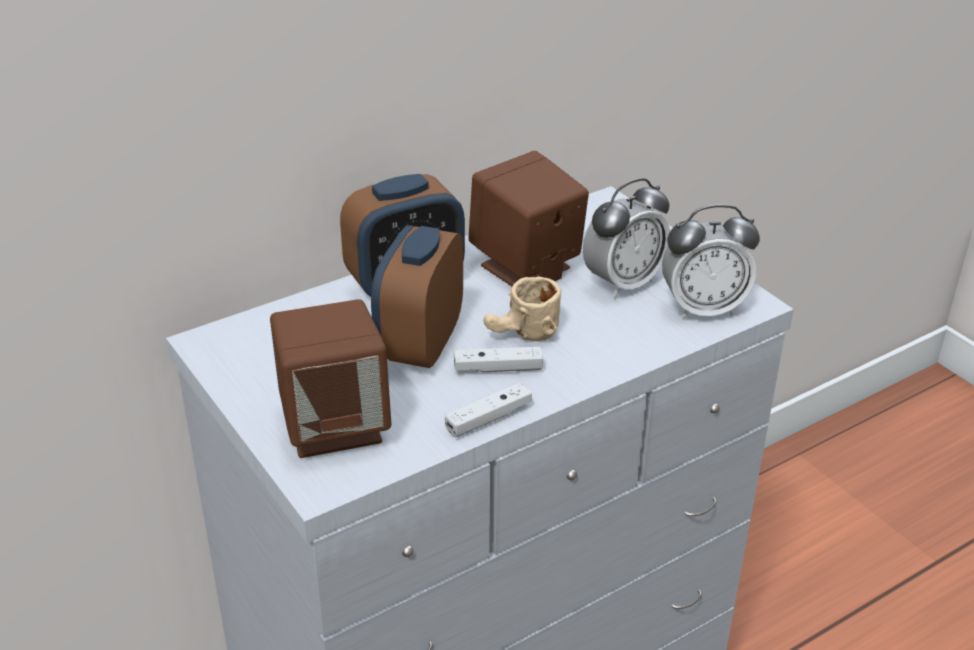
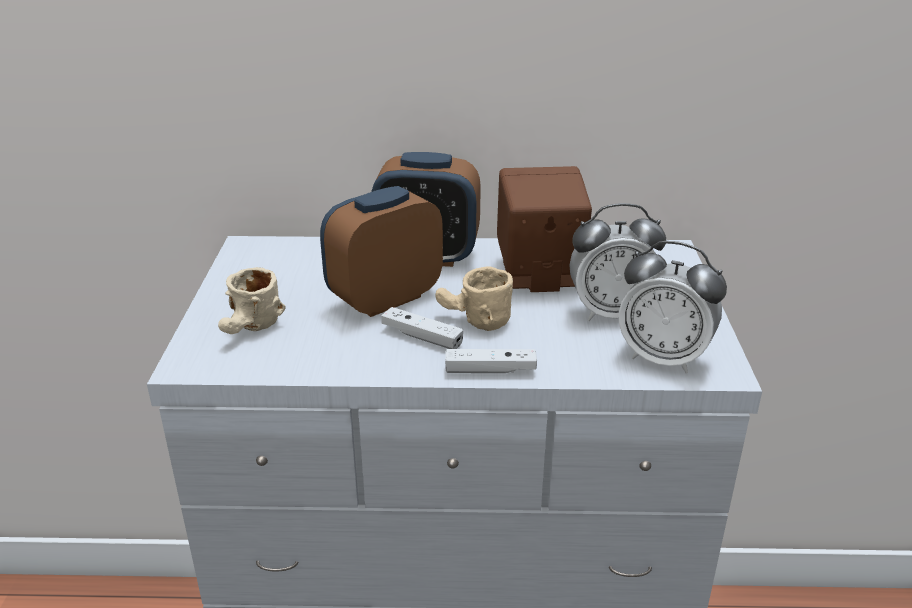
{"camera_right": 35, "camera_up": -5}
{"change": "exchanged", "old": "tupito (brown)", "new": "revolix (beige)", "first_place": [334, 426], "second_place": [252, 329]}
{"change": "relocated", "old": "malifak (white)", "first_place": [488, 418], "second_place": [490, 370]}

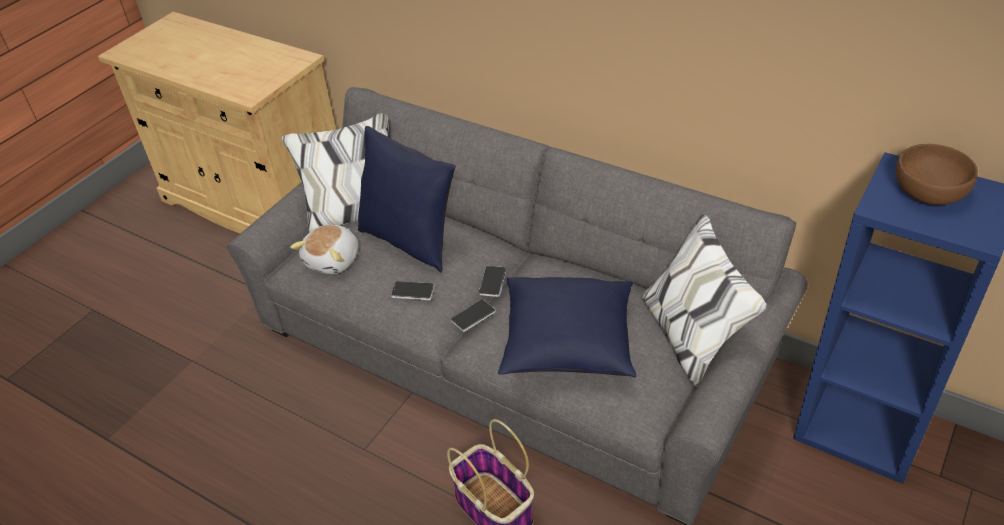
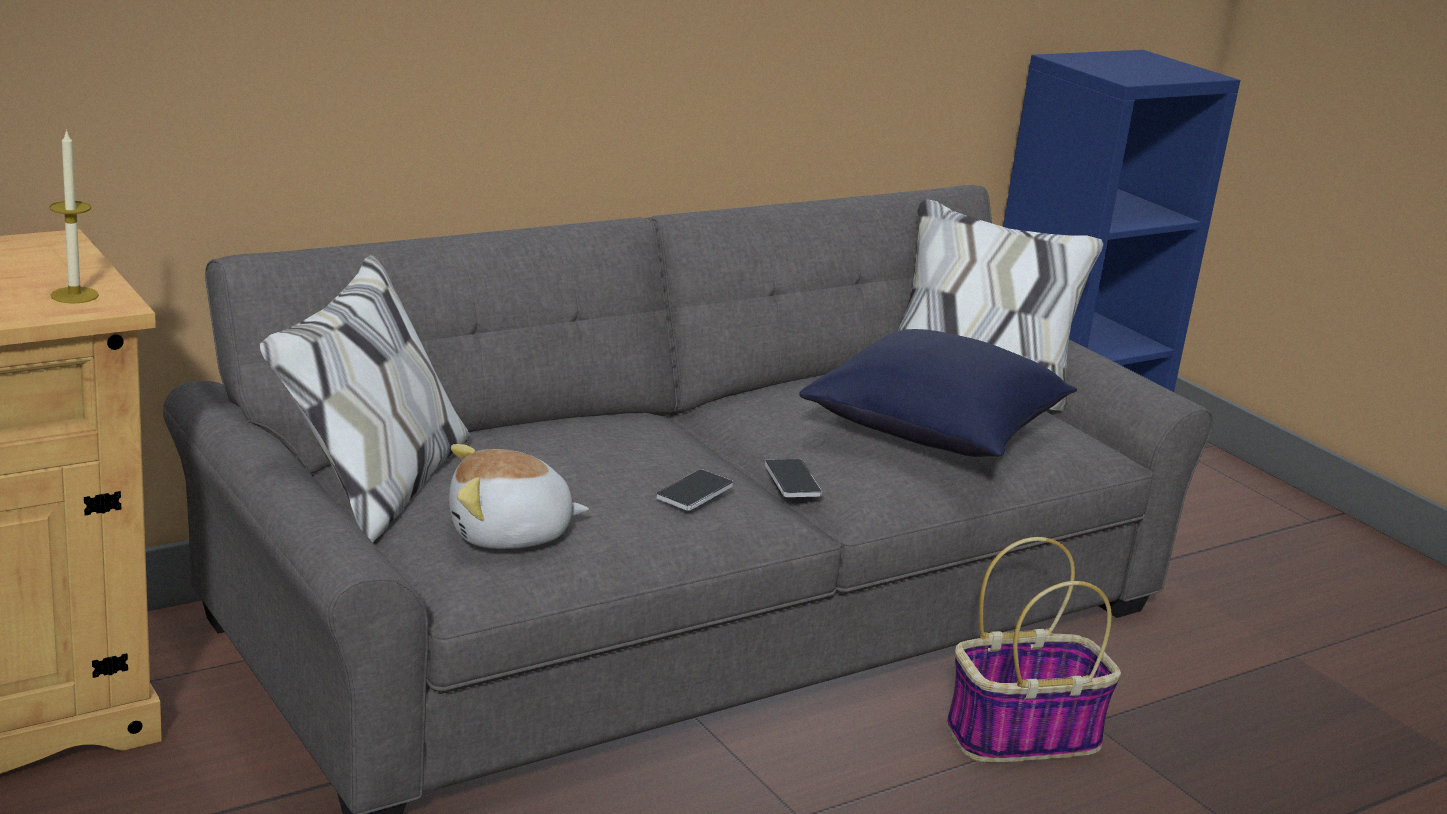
{"camera_right": -70, "camera_up": -20}
{"change": "spun", "old": "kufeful", "first_place": [334, 260], "second_place": [509, 534], "degrees": 120}
{"change": "missing", "old": "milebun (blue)", "first_place": [410, 240]}
{"change": "missing", "old": "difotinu", "first_place": [492, 282]}
{"change": "missing", "old": "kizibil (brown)", "first_place": [929, 192]}
{"change": "appeared", "new": "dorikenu", "second_place": [74, 295]}

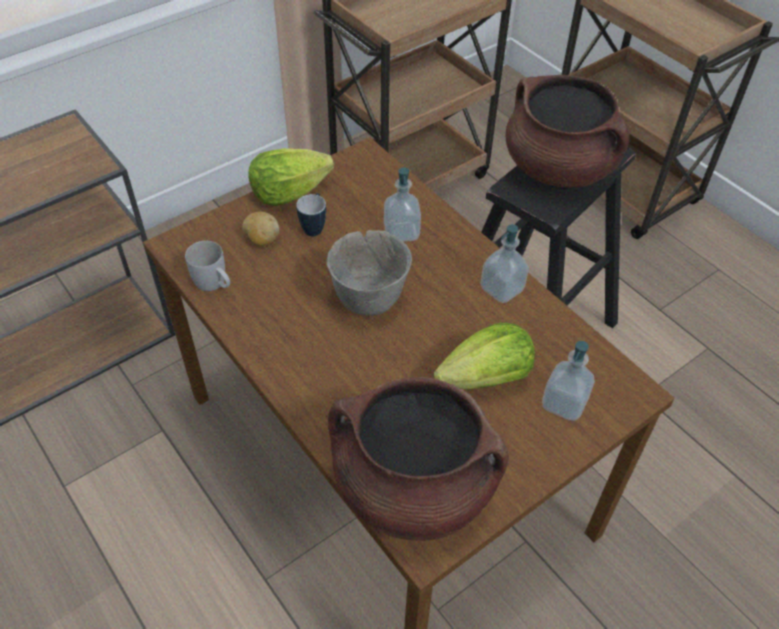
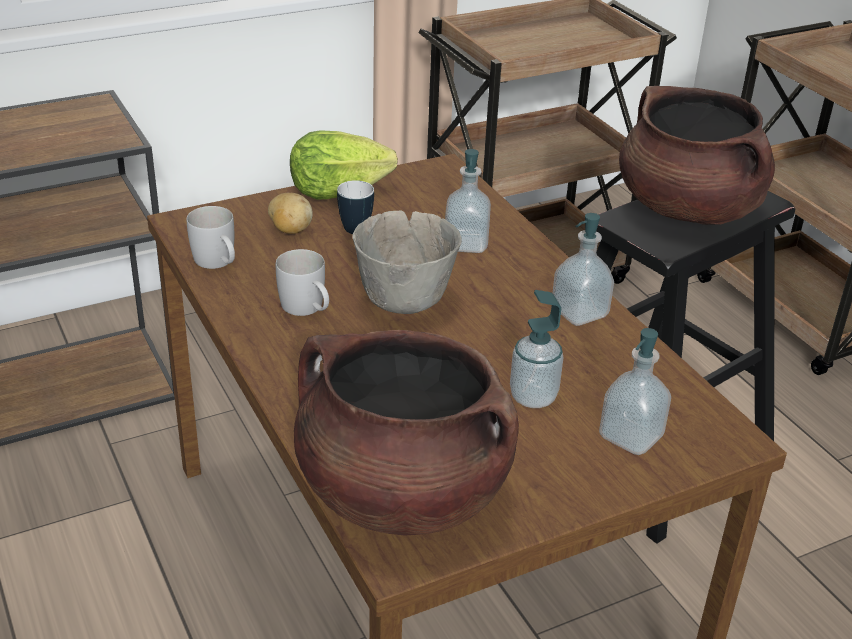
{"camera_right": 10, "camera_up": -15}
{"change": "exchanged", "old": "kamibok", "new": "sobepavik", "first_place": [486, 378], "second_place": [533, 397]}
{"change": "appeared", "new": "revolix (white)", "second_place": [307, 309]}

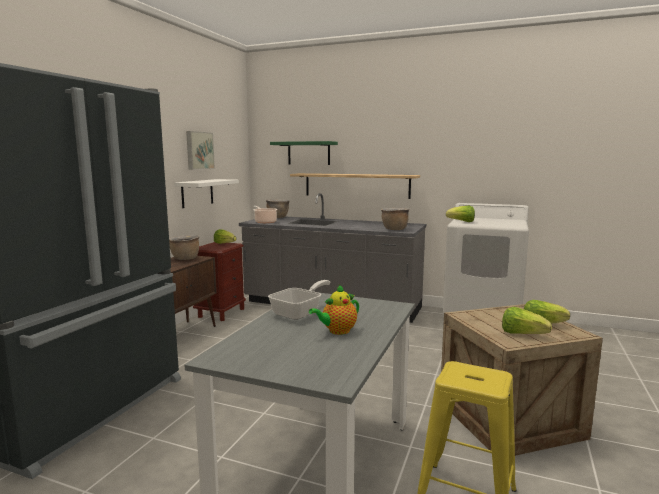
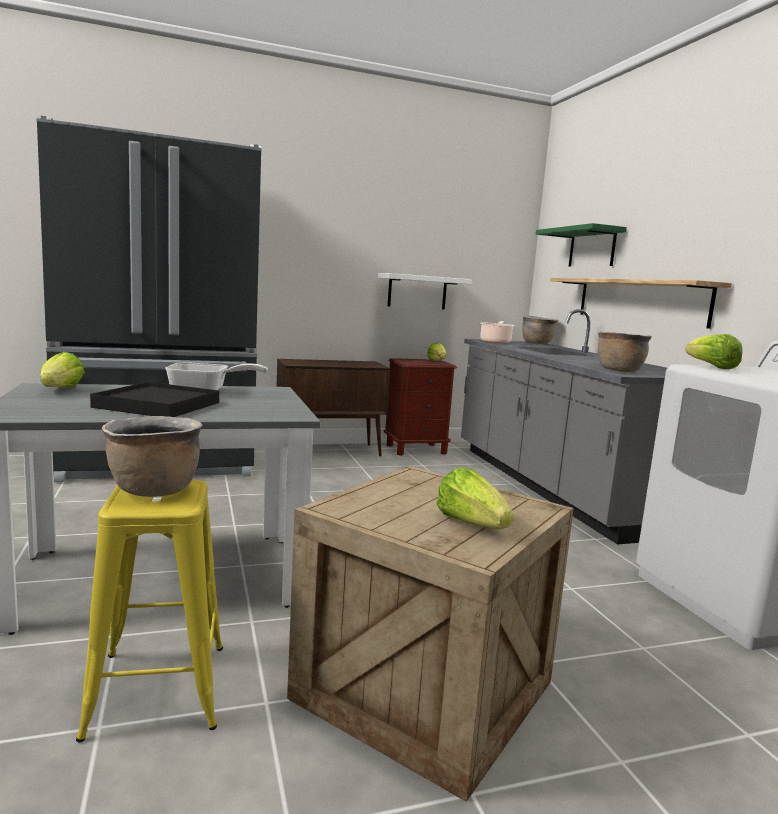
{"camera_right": 50, "camera_up": 0}
{"change": "relocated", "old": "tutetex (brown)", "first_place": [185, 259], "second_place": [153, 490]}
{"change": "missing", "old": "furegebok", "first_place": [199, 150]}
{"change": "exchanged", "old": "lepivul", "new": "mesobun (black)", "first_place": [337, 331], "second_place": [158, 405]}
{"change": "relocated", "old": "kamibok", "first_place": [522, 334], "second_place": [61, 390]}

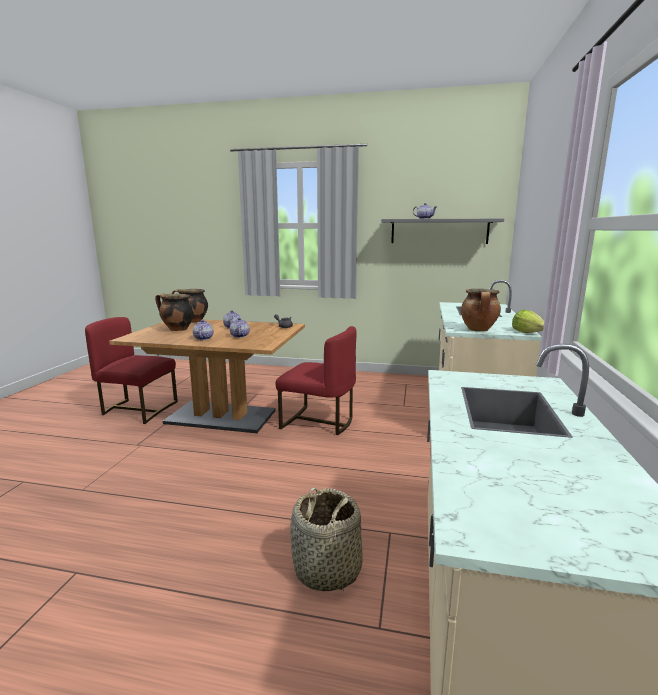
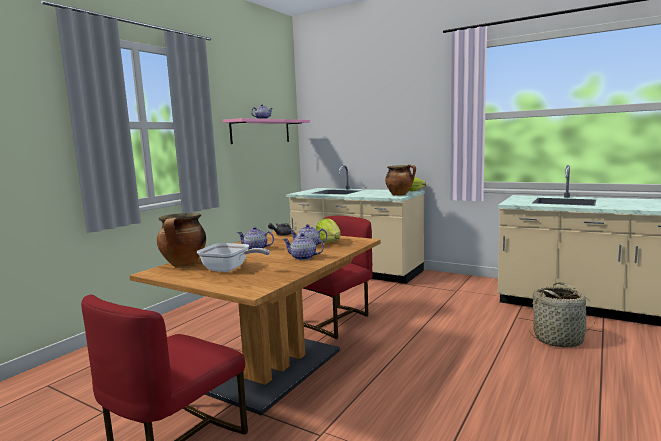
{"camera_right": -70, "camera_up": -5}
{"change": "exchanged", "old": "tutetex", "new": "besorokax", "first_place": [177, 329], "second_place": [229, 269]}
{"change": "colour", "old": "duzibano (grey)", "new": "duzibano (pink)", "first_place": [439, 231], "second_place": [261, 131]}
{"change": "appeared", "new": "kamibok", "second_place": [329, 242]}

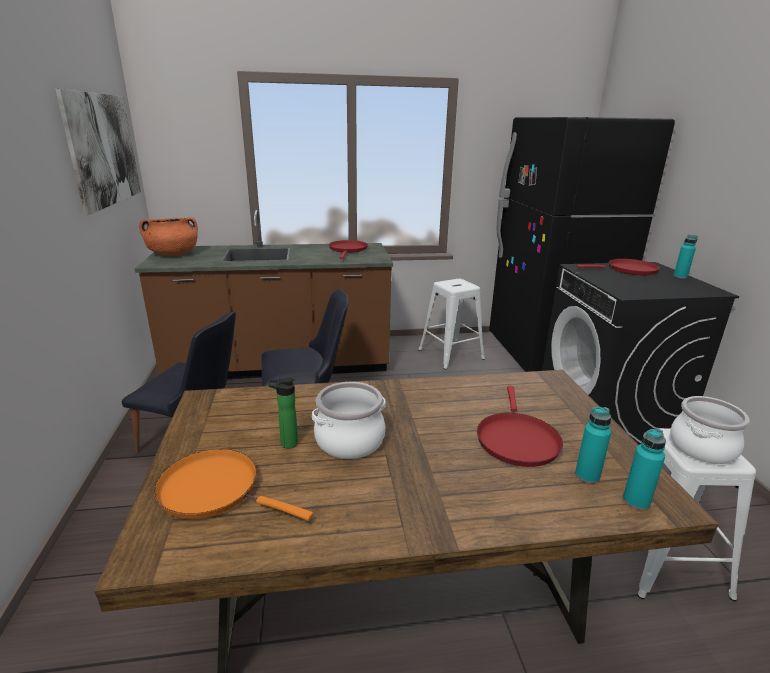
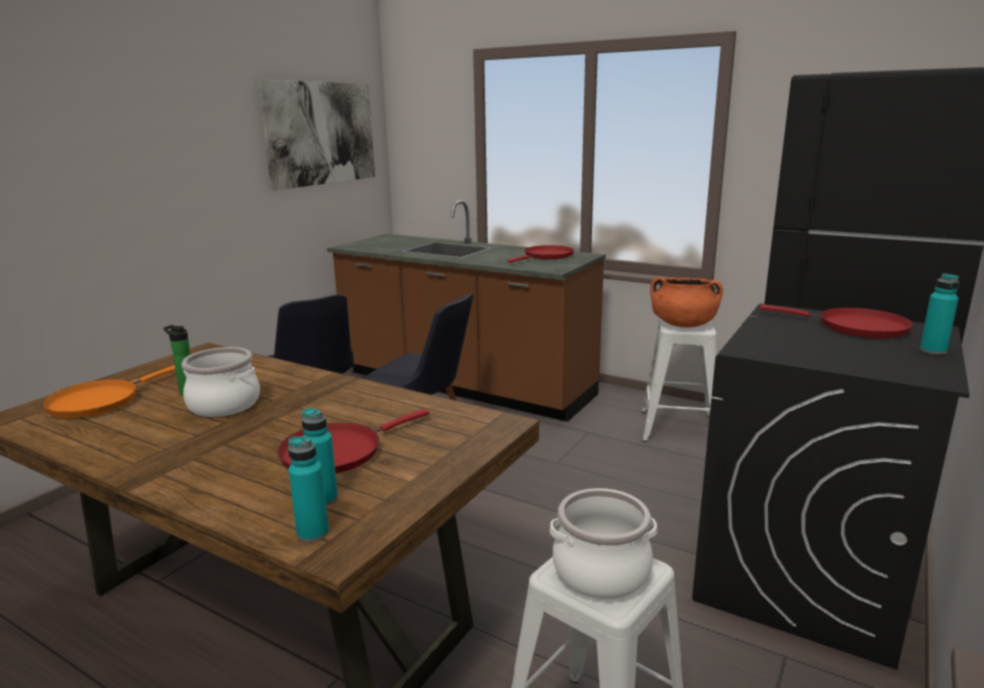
{"camera_right": 40, "camera_up": -5}
{"change": "relocated", "old": "tutetex (orange)", "first_place": [173, 254], "second_place": [683, 324]}
{"change": "spun", "old": "besorokax (orange)", "first_place": [215, 489], "second_place": [99, 401], "degrees": -120}

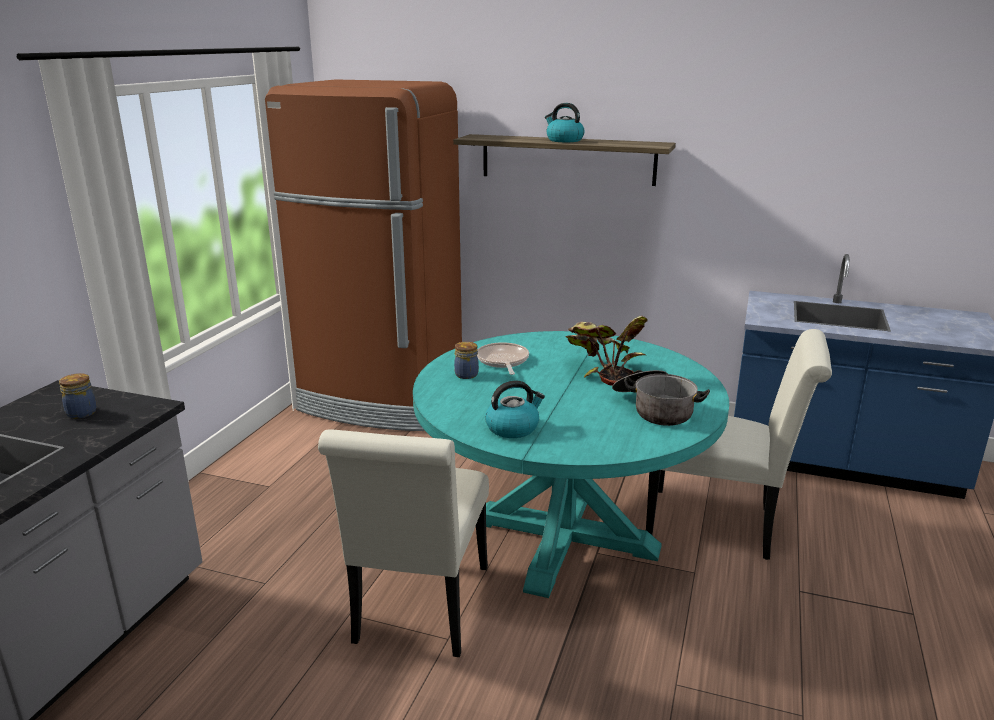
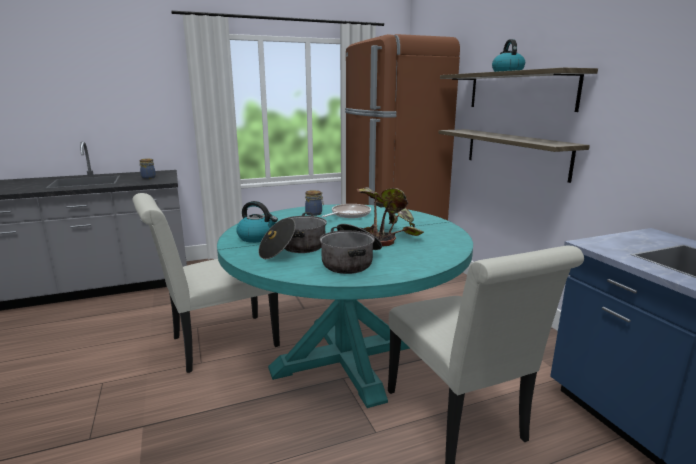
{"camera_right": 50, "camera_up": -5}
{"change": "appeared", "new": "tutetex", "second_place": [294, 249]}
{"change": "appeared", "new": "duzibano", "second_place": [515, 152]}

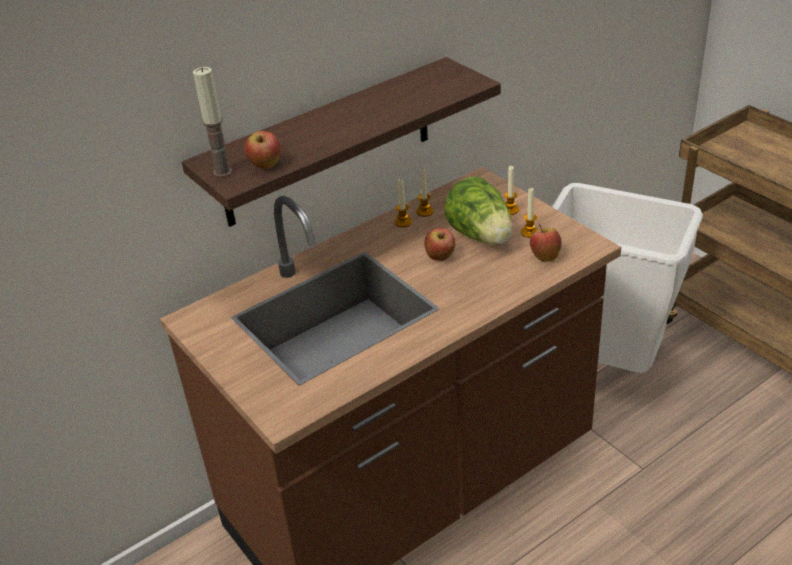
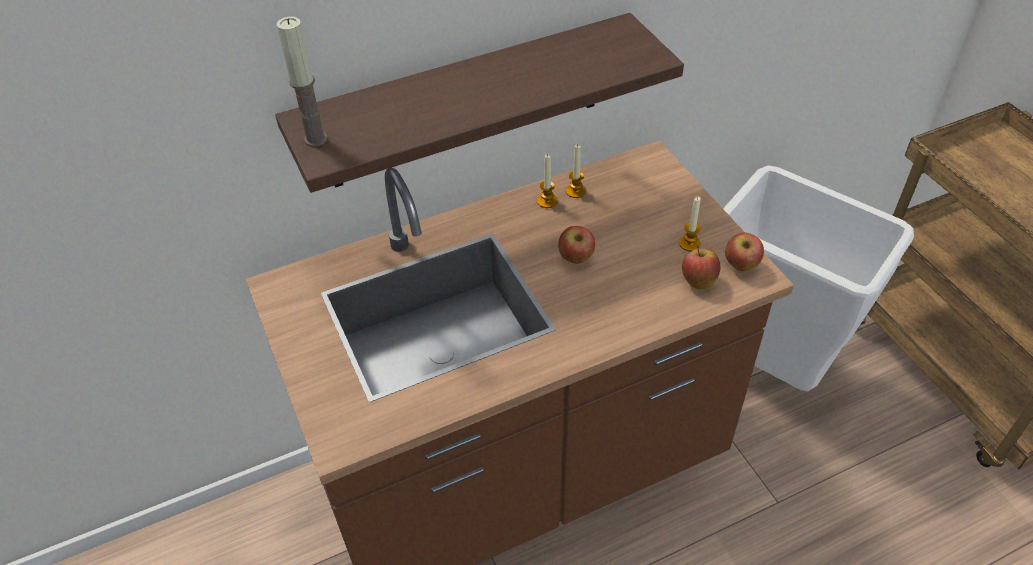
{"camera_right": 10, "camera_up": 10}
{"change": "relocated", "old": "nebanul", "first_place": [265, 166], "second_place": [741, 266]}
{"change": "missing", "old": "kamibok", "first_place": [481, 236]}
{"change": "missing", "old": "dorikenu", "first_place": [510, 210]}

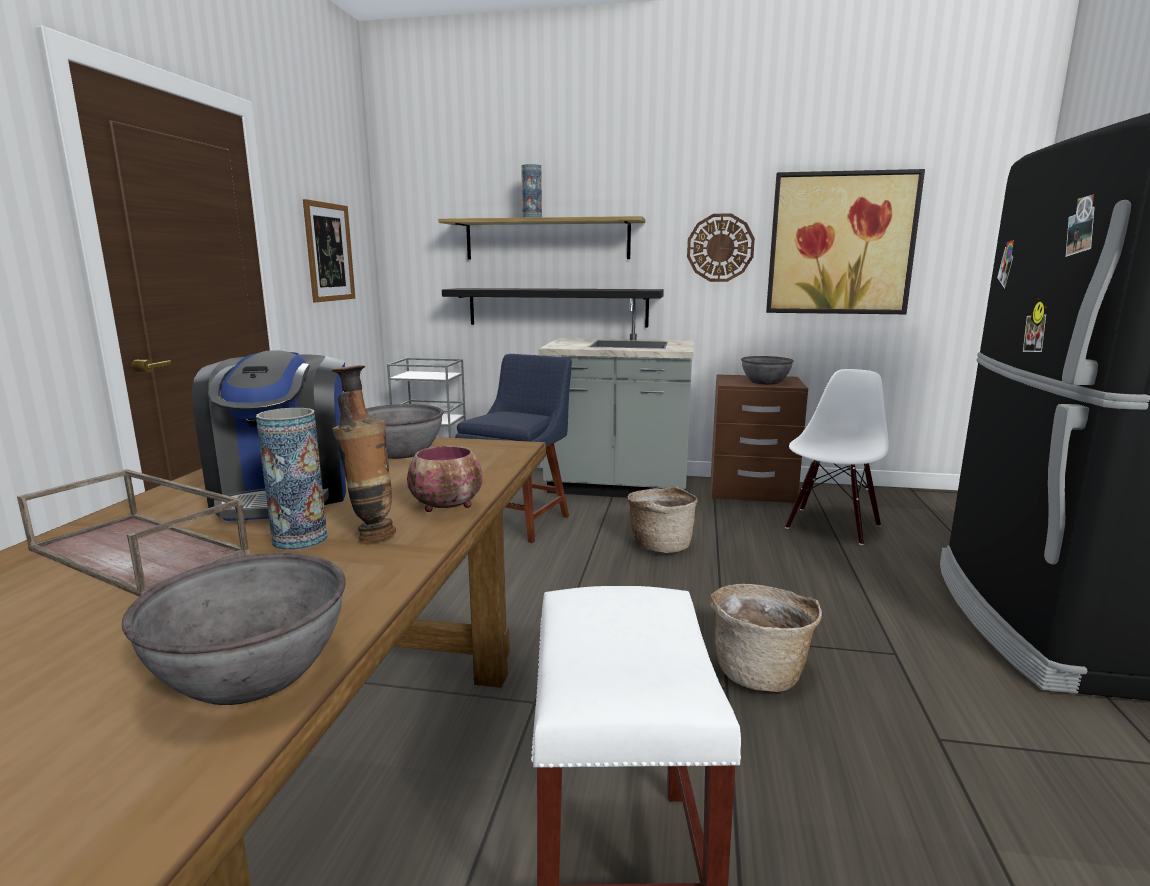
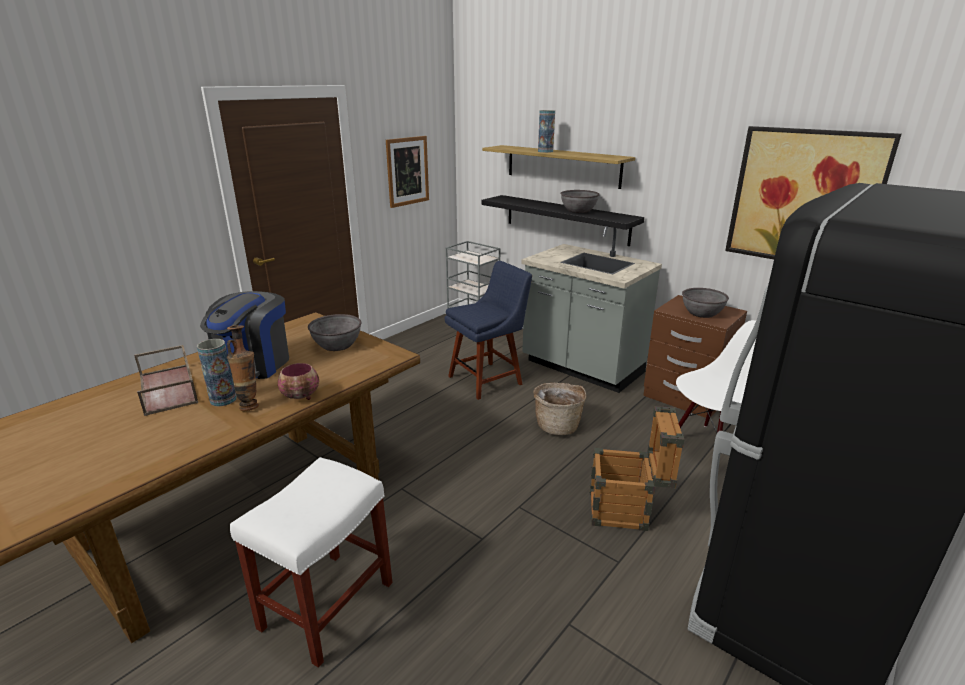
{"camera_right": 30, "camera_up": 10}
{"change": "relocated", "old": "kizibil (grey)", "first_place": [251, 673], "second_place": [578, 211]}
{"change": "missing", "old": "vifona", "first_place": [720, 248]}
{"change": "missing", "old": "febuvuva", "first_place": [760, 671]}
{"change": "appeared", "new": "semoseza", "second_place": [627, 511]}

